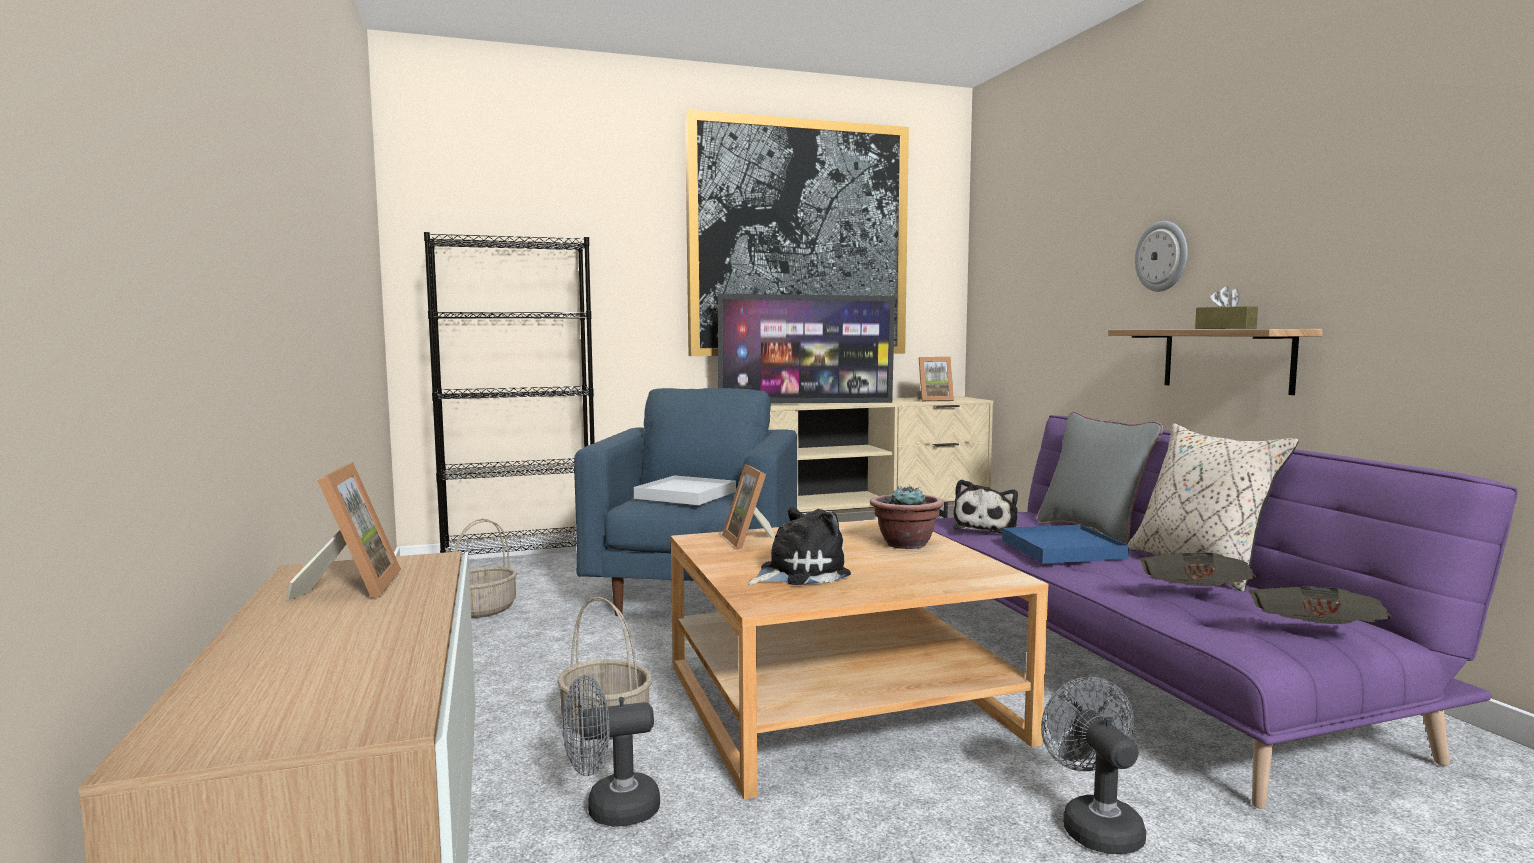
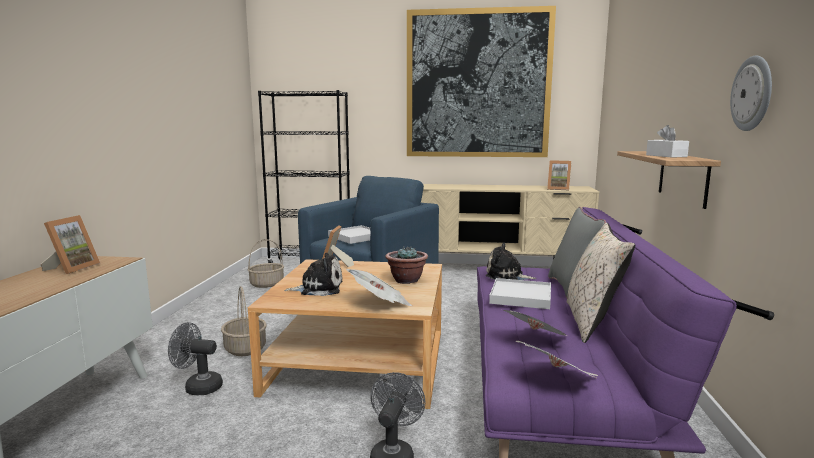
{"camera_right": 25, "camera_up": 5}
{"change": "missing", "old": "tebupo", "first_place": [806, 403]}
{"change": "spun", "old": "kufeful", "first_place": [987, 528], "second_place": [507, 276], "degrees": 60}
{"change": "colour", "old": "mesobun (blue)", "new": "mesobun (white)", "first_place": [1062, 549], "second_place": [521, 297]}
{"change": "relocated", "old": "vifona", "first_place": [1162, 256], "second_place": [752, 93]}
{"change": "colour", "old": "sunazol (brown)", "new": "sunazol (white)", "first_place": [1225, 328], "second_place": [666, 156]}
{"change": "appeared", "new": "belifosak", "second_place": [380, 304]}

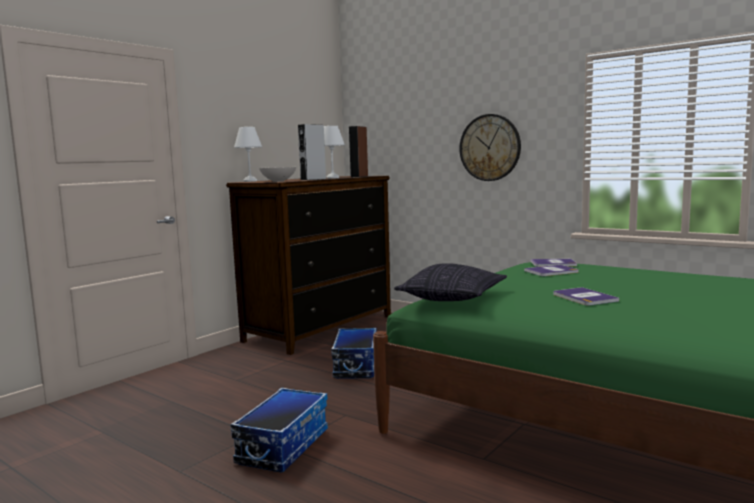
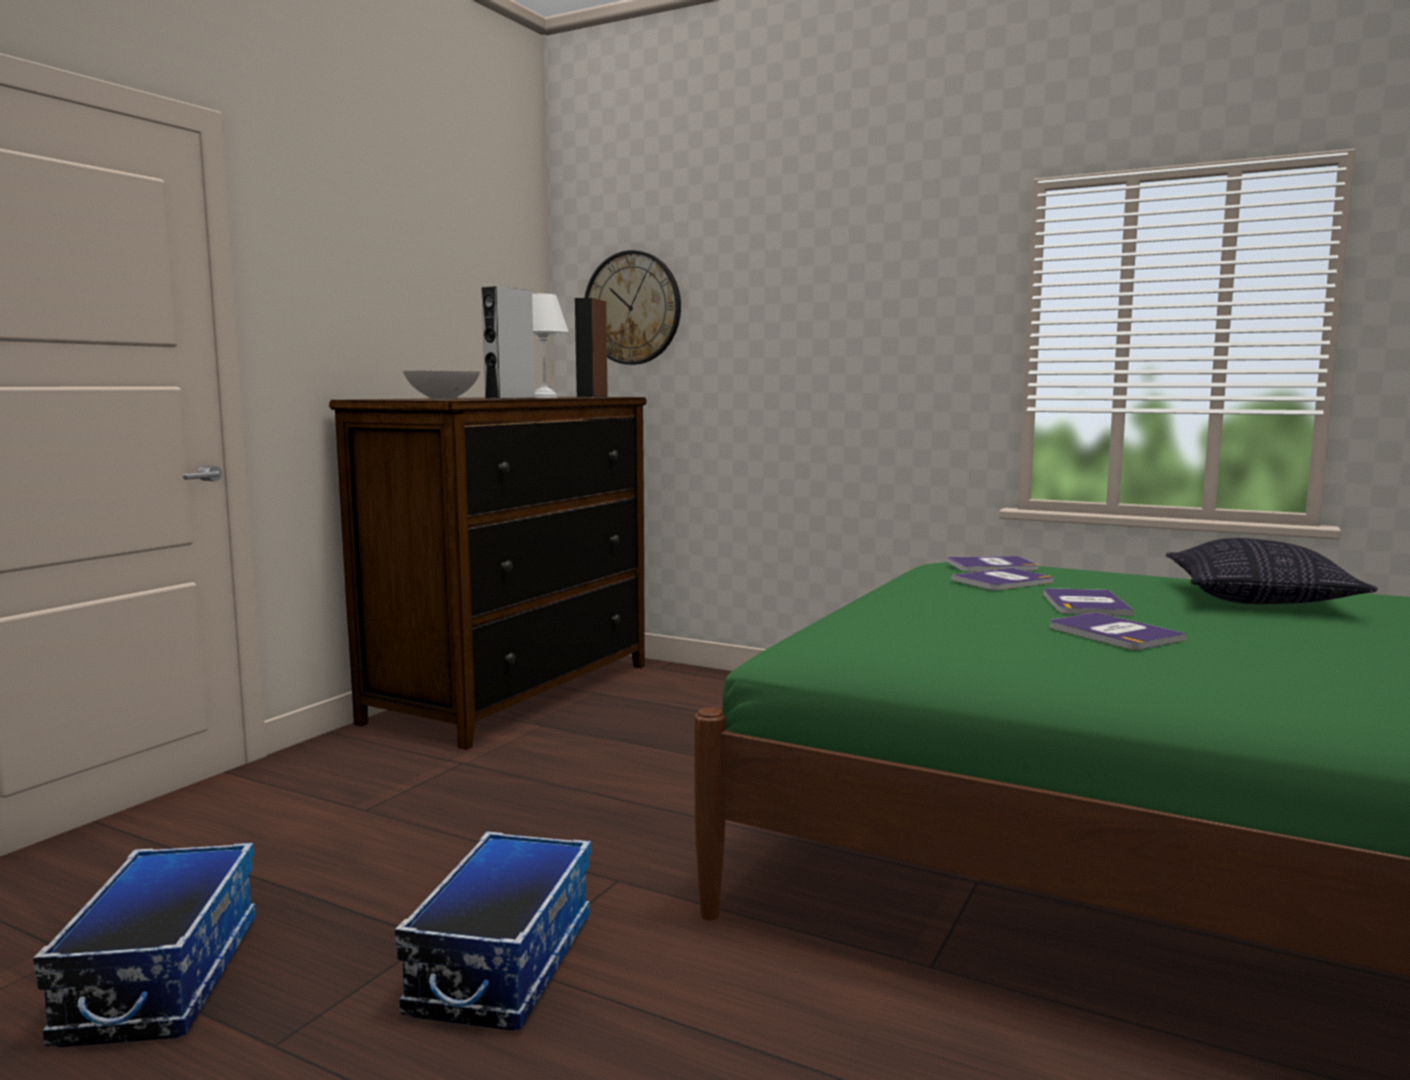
{"camera_right": -10, "camera_up": 0}
{"change": "missing", "old": "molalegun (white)", "first_place": [250, 181]}
{"change": "relocated", "old": "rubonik", "first_place": [355, 366], "second_place": [160, 979]}
{"change": "relocated", "old": "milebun", "first_place": [452, 298], "second_place": [1260, 600]}
{"change": "relocated", "old": "vifona", "first_place": [490, 147], "second_place": [632, 308]}
{"change": "appeared", "new": "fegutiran", "second_place": [1085, 604]}

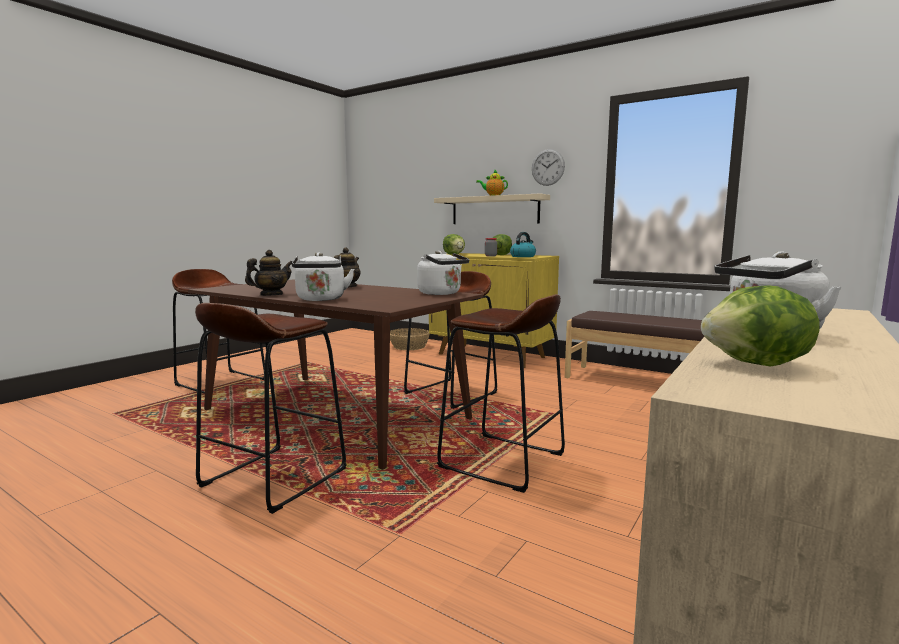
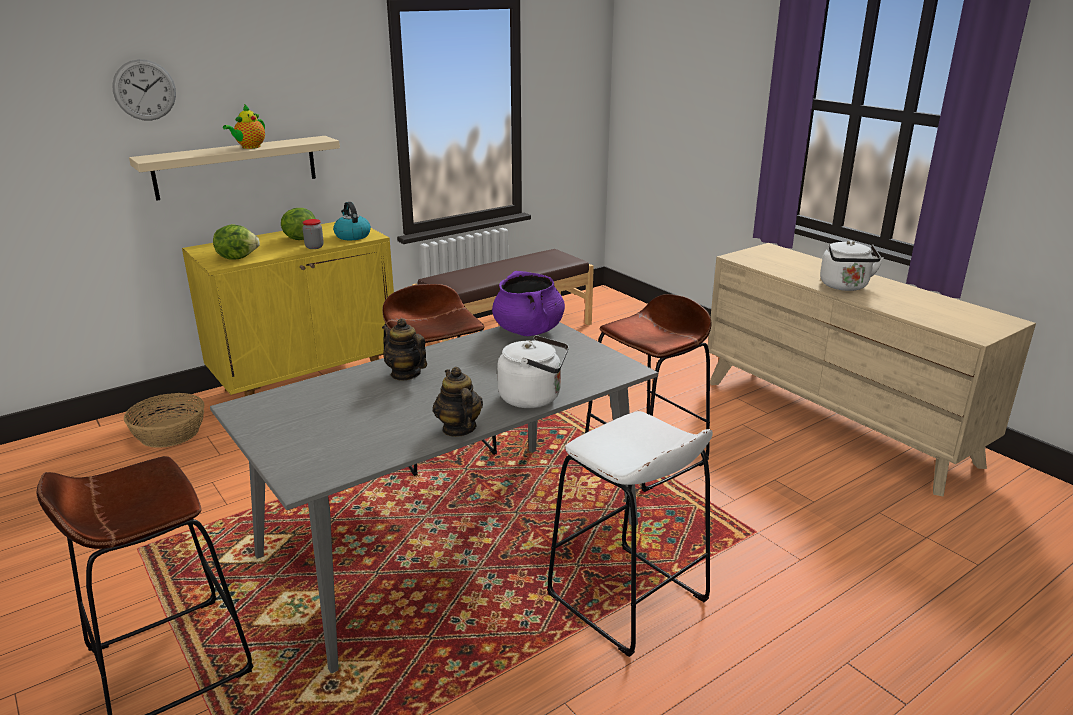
{"camera_right": -70, "camera_up": 15}
{"change": "colour", "old": "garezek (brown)", "new": "garezek (grey)", "first_place": [333, 414], "second_place": [451, 541]}
{"change": "colour", "old": "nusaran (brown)", "new": "nusaran (white)", "first_place": [273, 478], "second_place": [627, 598]}
{"change": "exchanged", "old": "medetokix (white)", "new": "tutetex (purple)", "first_place": [442, 293], "second_place": [528, 331]}
{"change": "relocated", "old": "vifona", "first_place": [548, 167], "second_place": [144, 90]}
{"change": "missing", "old": "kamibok", "first_place": [757, 365]}

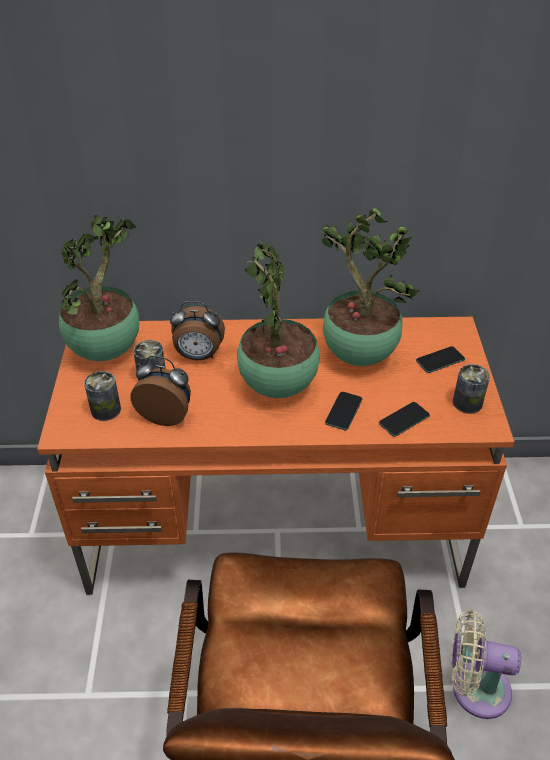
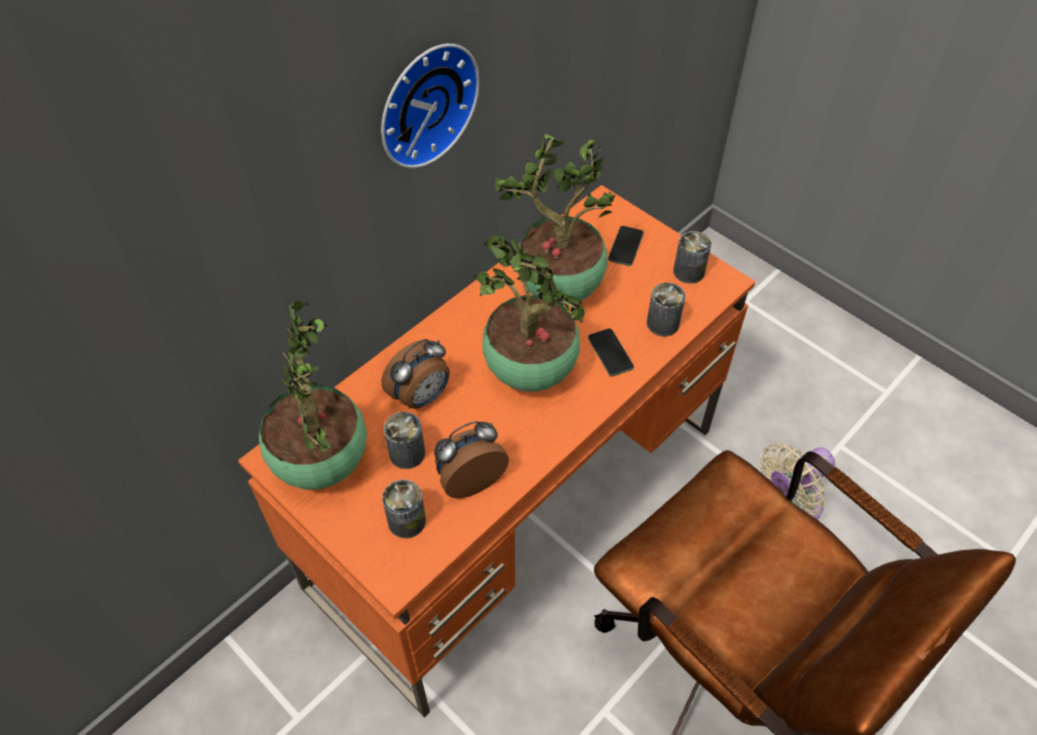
{"camera_right": -45, "camera_up": 10}
{"change": "exchanged", "old": "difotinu", "new": "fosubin", "first_place": [404, 419], "second_place": [662, 323]}
{"change": "appeared", "new": "vifona", "second_place": [424, 102]}

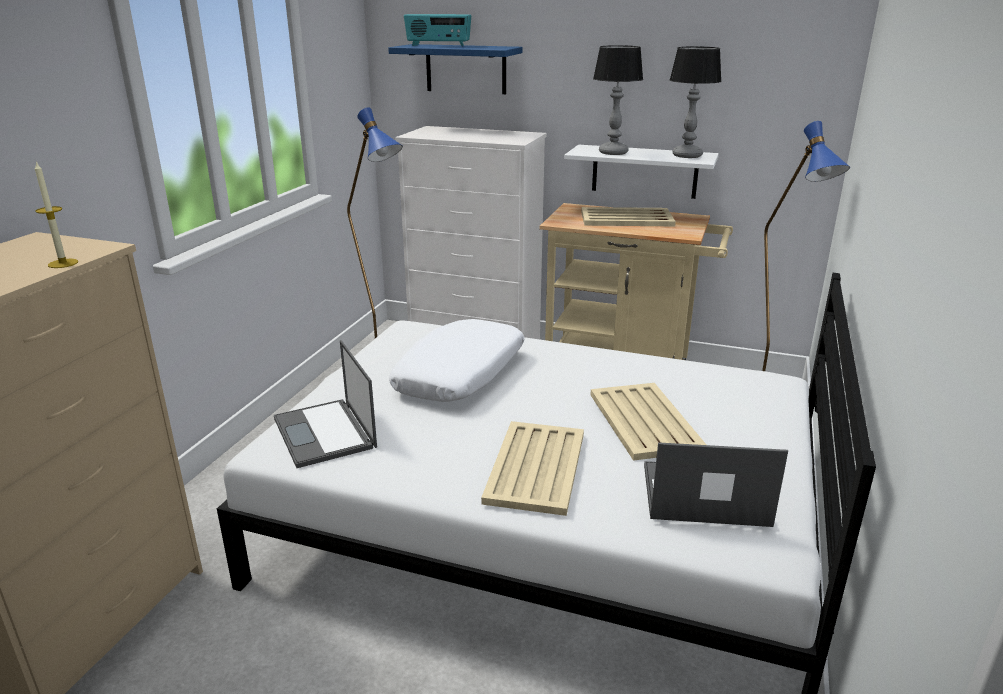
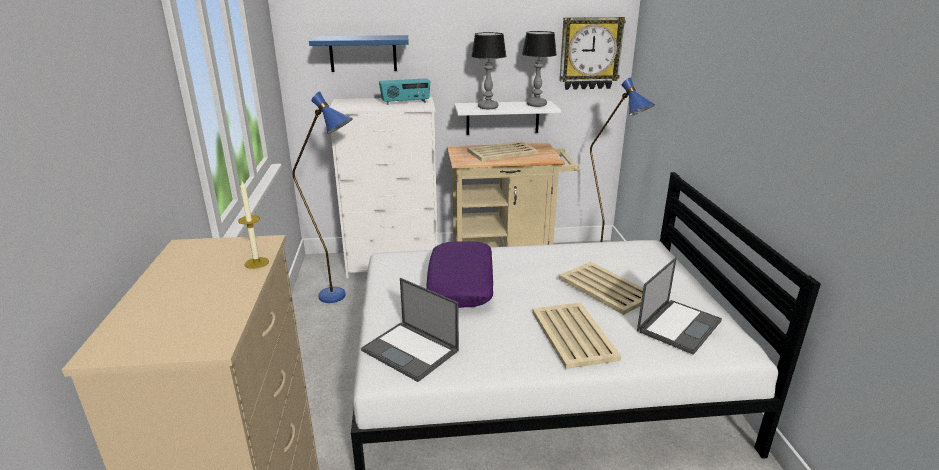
{"camera_right": -25, "camera_up": 0}
{"change": "colour", "old": "milebun (white)", "new": "milebun (purple)", "first_place": [461, 375], "second_place": [461, 284]}
{"change": "relocated", "old": "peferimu", "first_place": [438, 45], "second_place": [405, 102]}
{"change": "spun", "old": "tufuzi", "first_place": [703, 495], "second_place": [679, 325], "degrees": 150}
{"change": "appeared", "new": "vifona", "second_place": [590, 53]}

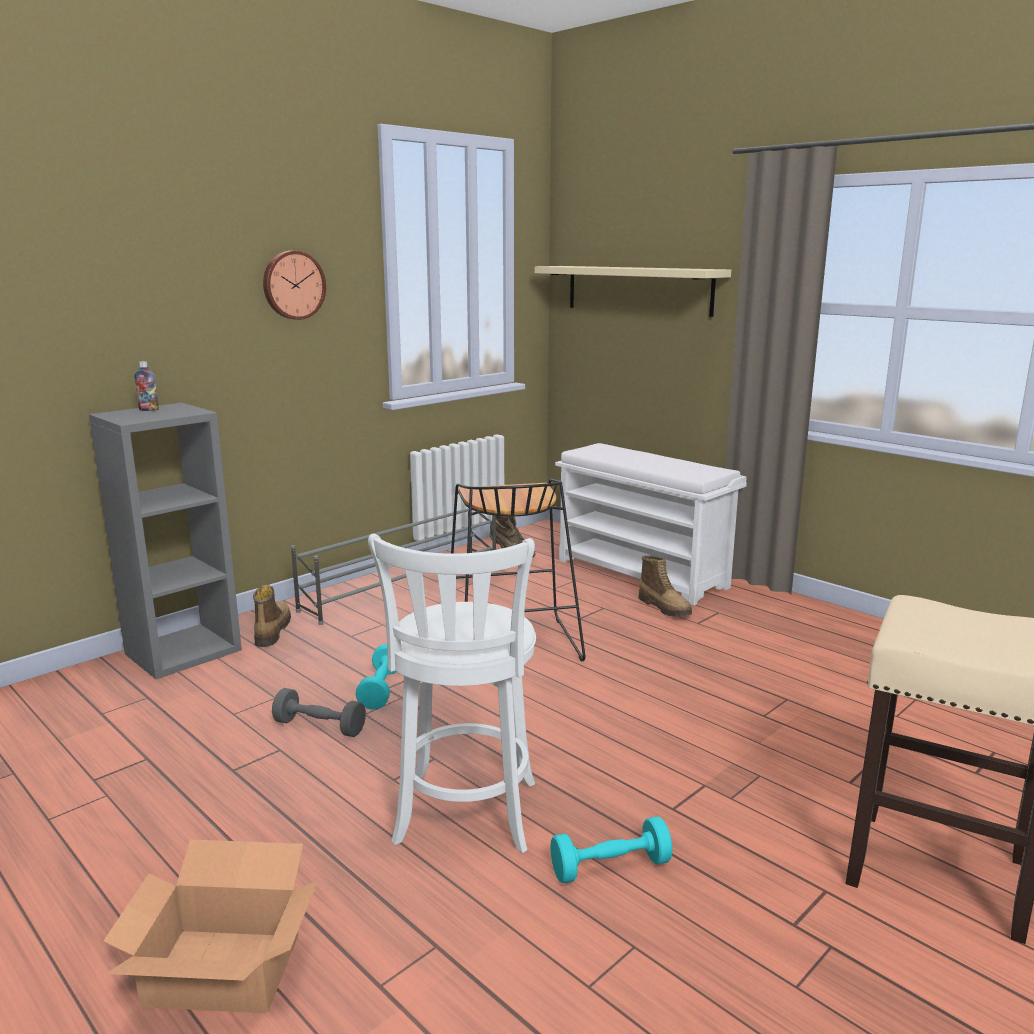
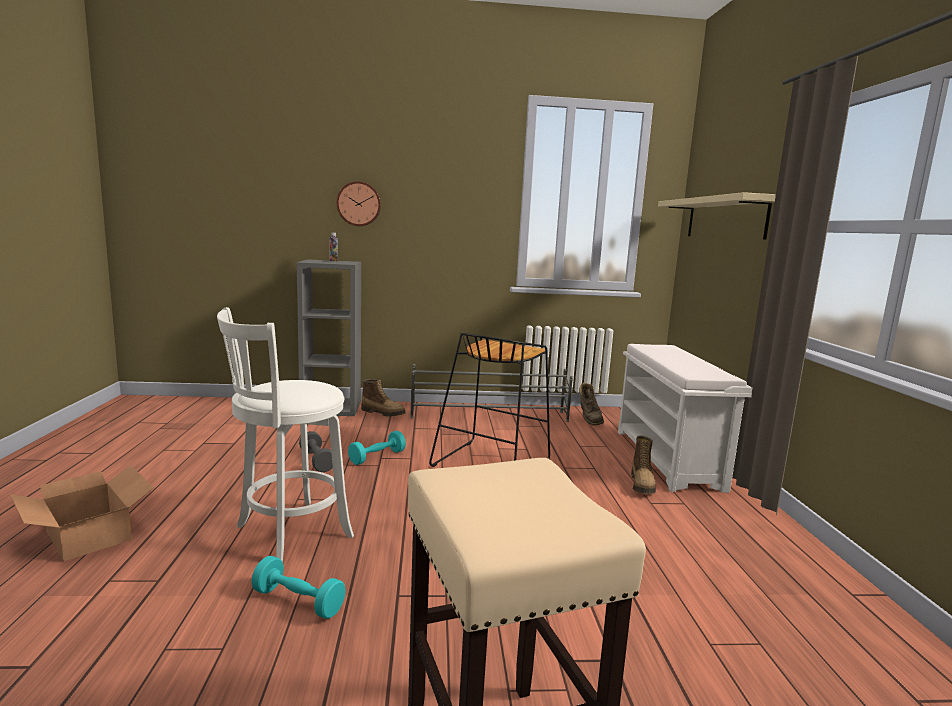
{"camera_right": 40, "camera_up": -5}
{"change": "spun", "old": "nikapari", "first_place": [271, 631], "second_place": [383, 413], "degrees": 75}
{"change": "relocated", "old": "vifona", "first_place": [293, 285], "second_place": [359, 204]}

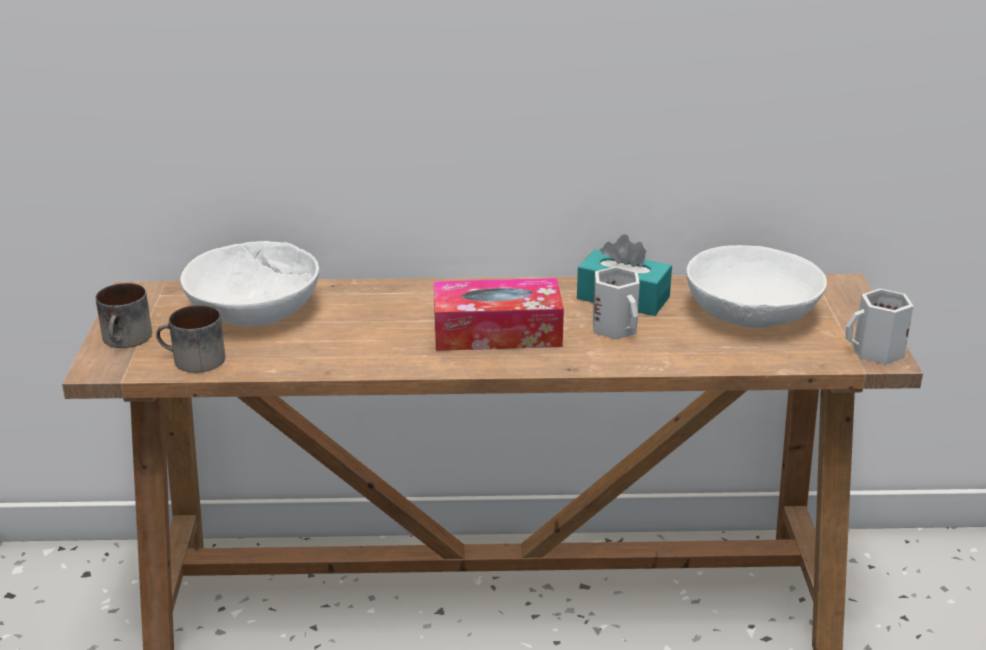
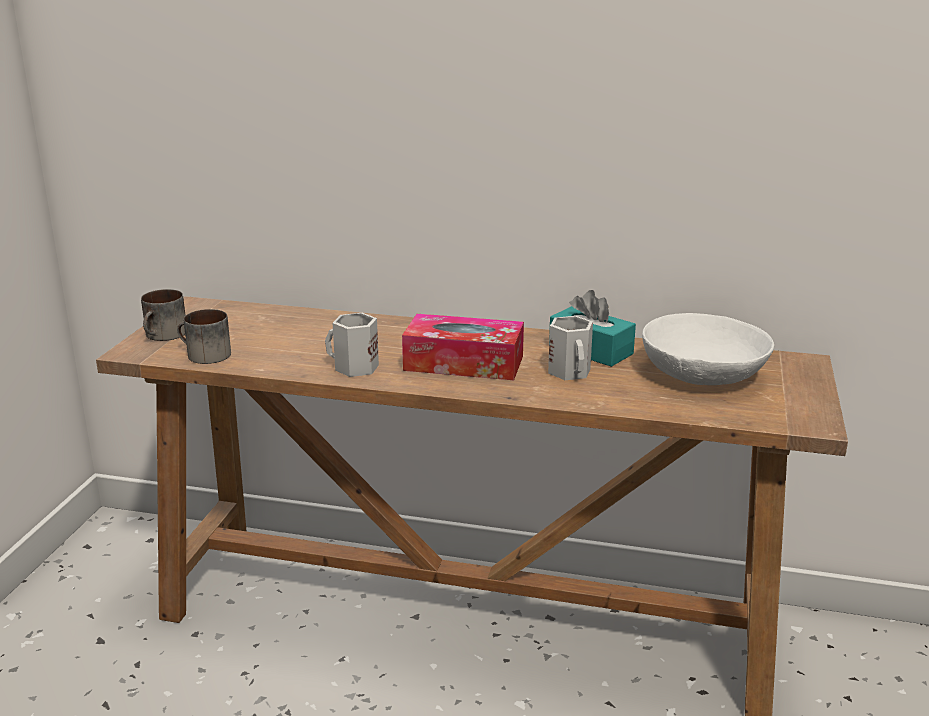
{"camera_right": 15, "camera_up": -5}
{"change": "missing", "old": "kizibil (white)", "first_place": [253, 310]}
{"change": "relocated", "old": "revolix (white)", "first_place": [876, 352], "second_place": [354, 368]}

